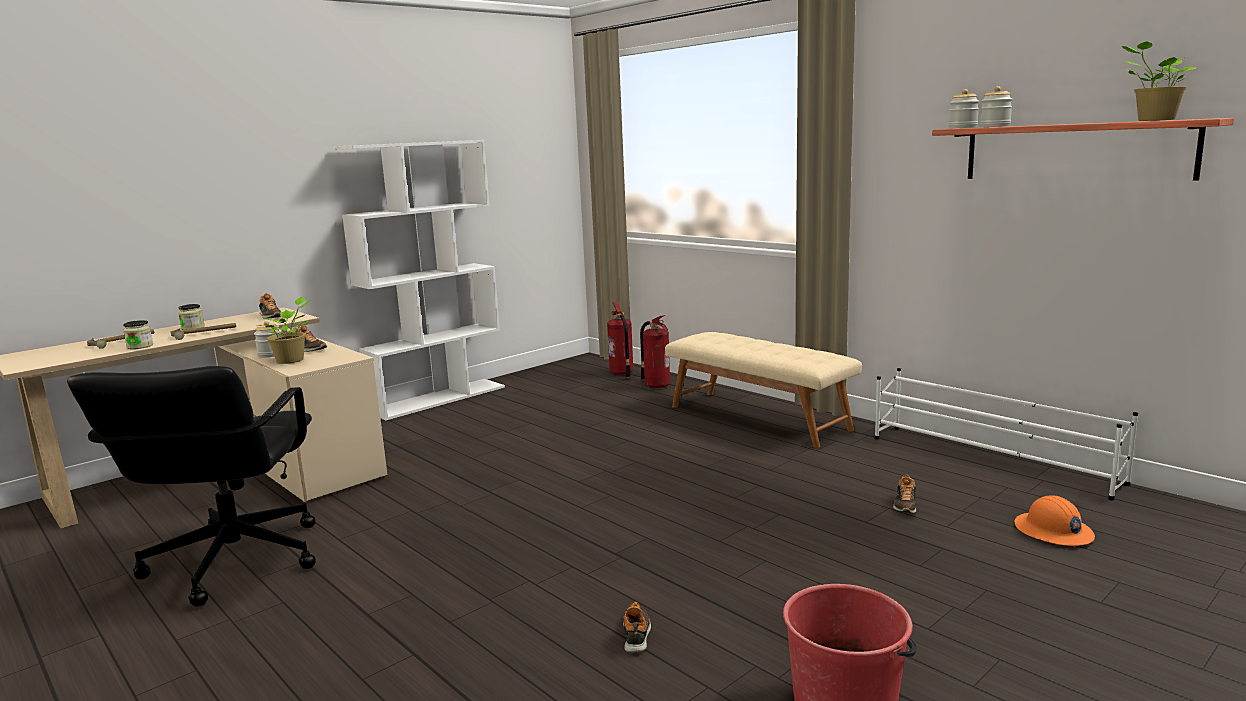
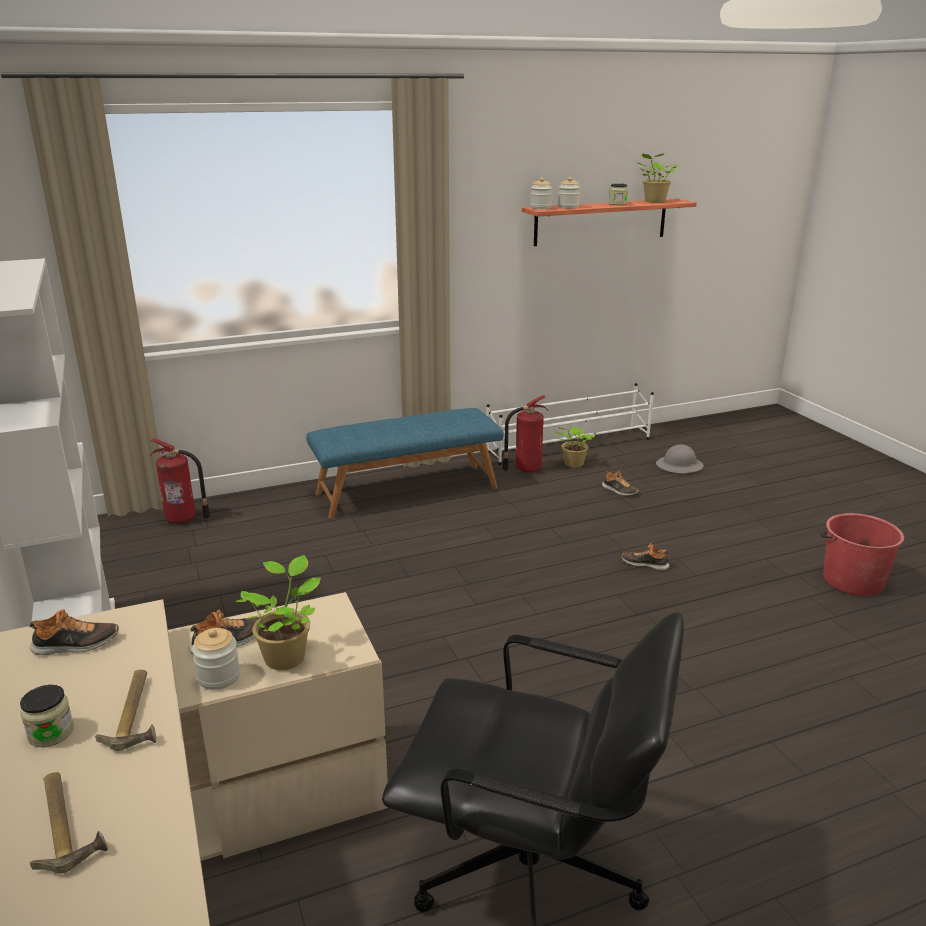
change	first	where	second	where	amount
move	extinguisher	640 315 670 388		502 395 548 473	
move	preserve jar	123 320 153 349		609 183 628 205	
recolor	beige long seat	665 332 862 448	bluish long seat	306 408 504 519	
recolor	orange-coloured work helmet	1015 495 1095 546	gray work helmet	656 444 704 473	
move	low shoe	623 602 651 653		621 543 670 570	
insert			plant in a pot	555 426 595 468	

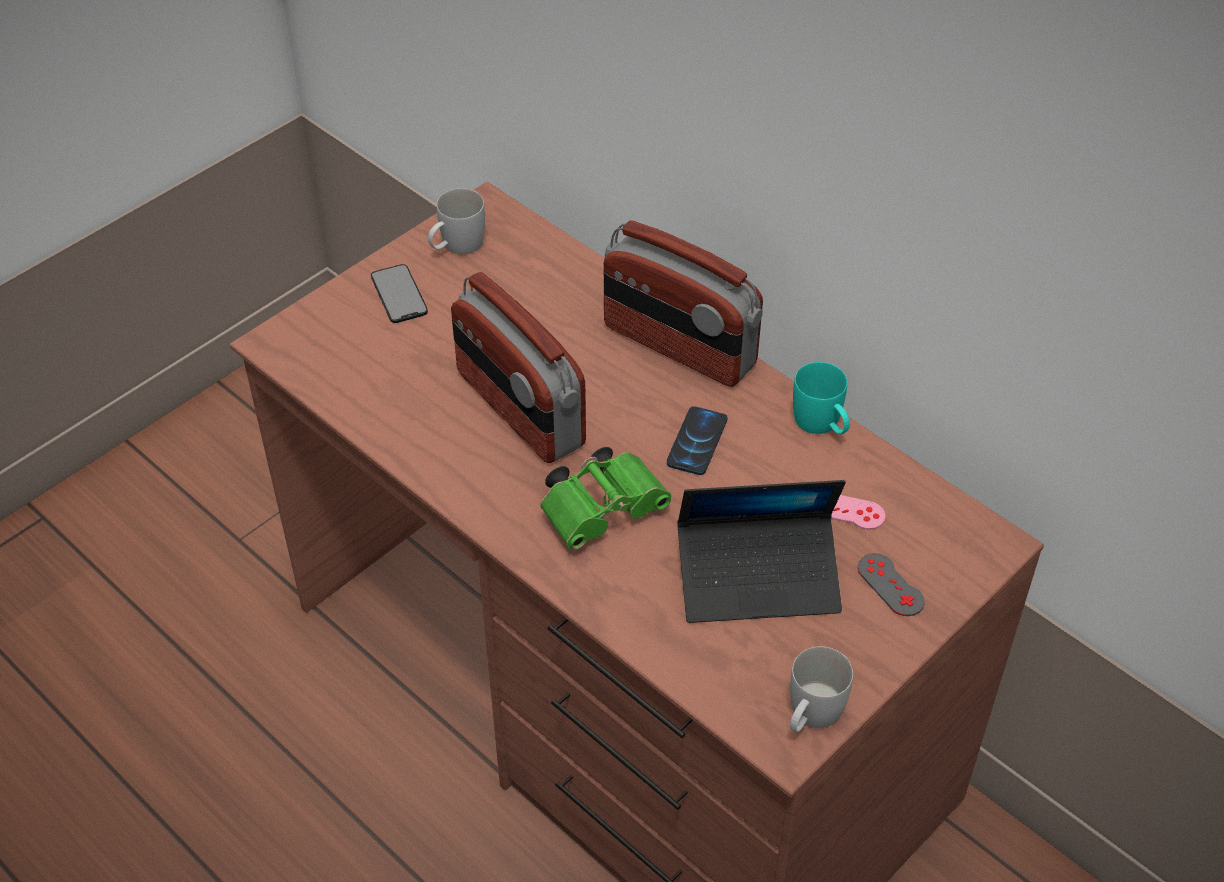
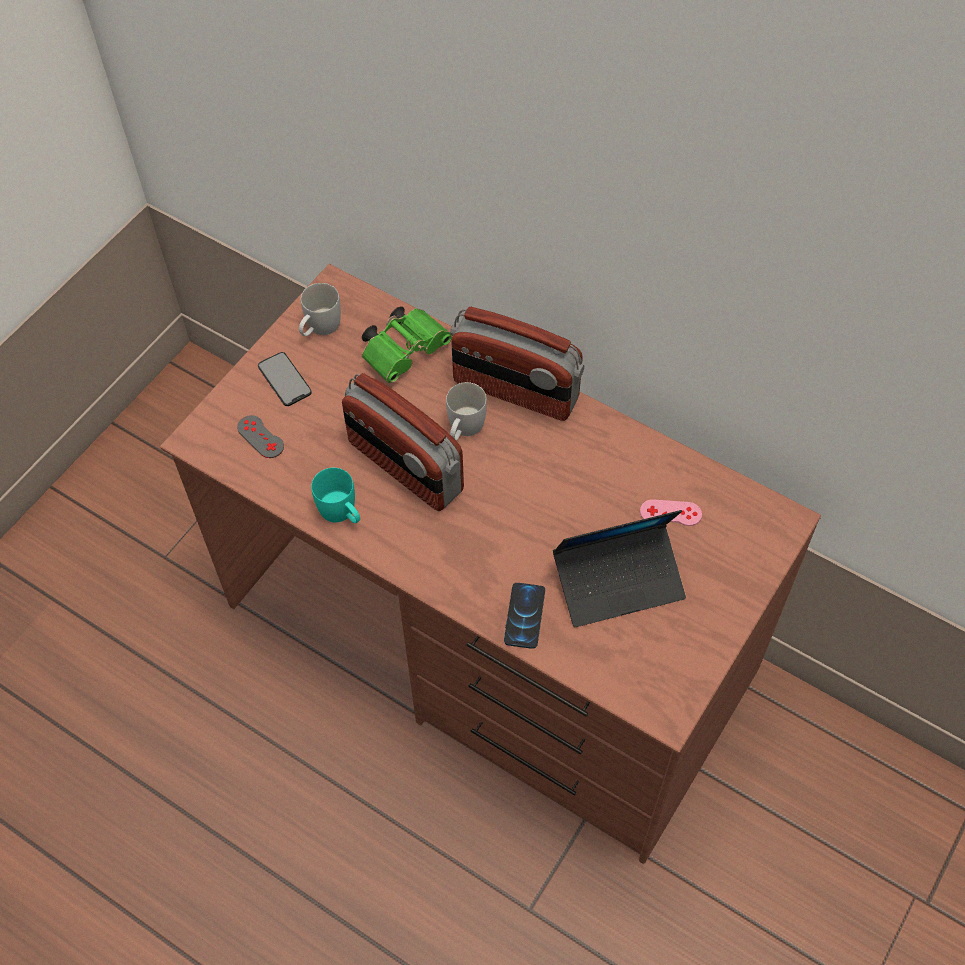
change	first	where	second	where	amount
move	blue-green tea mug	793 362 850 434		311 468 360 523	
move	telephone	667 406 728 475		504 583 545 649	
move	greenish binoculars	540 447 671 549		362 306 452 383	
move	gray gamepad	858 553 925 616		237 415 284 458	
move	whitish tea mug	790 647 853 732		446 382 487 441	

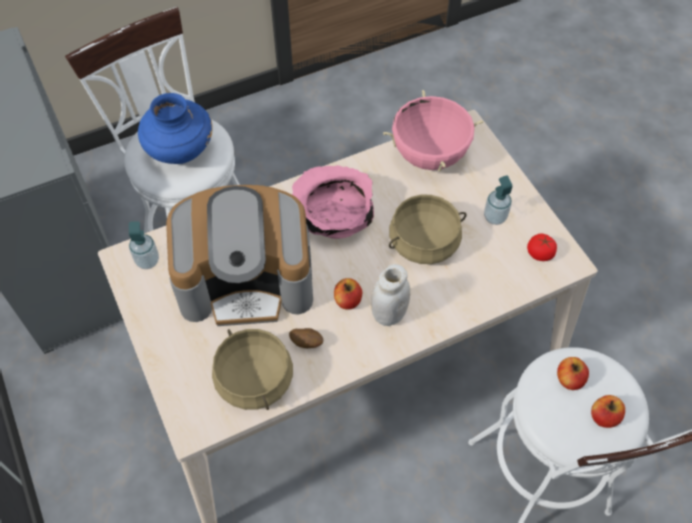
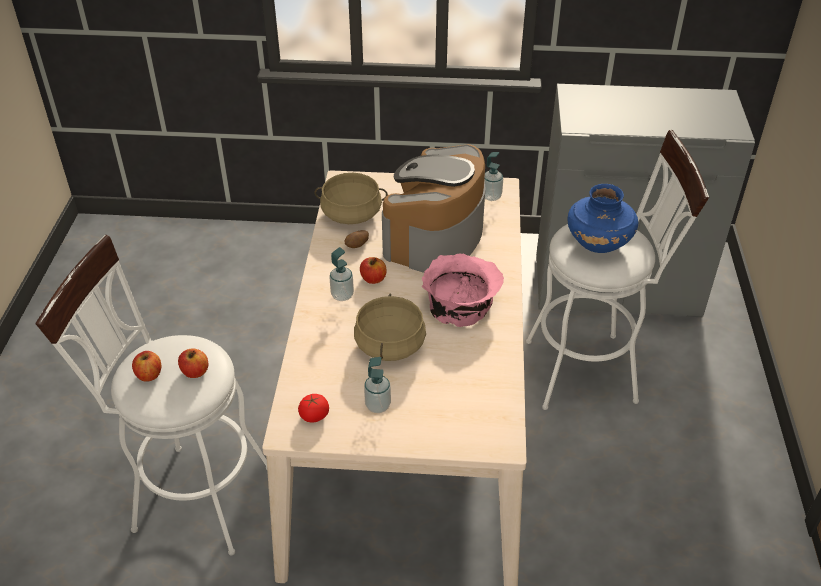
change	first	where	second	where	amount
delete	pinkish saucepot	383 90 483 172			
replace	whitish preserve jar	371 264 410 326	liquid soap bottle	330 247 354 301	

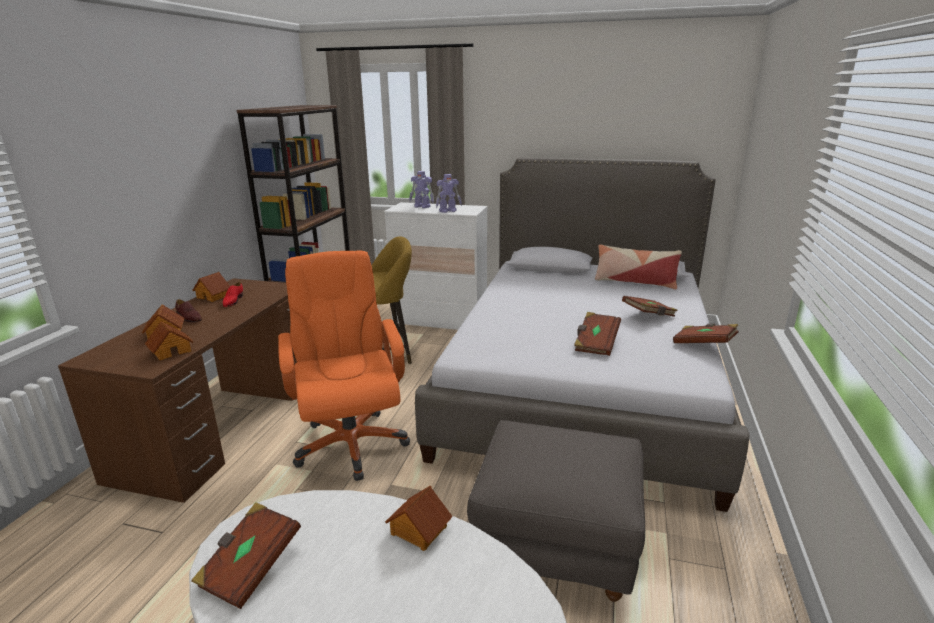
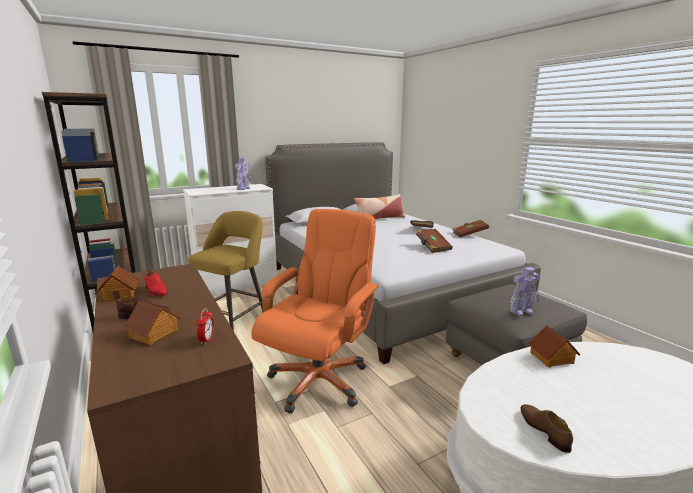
change	first	where	second	where	amount
move	robot figure	409 171 434 208		510 267 540 316	
rotate	orange-coloured office chair	278 251 410 481		251 209 379 413	90 degrees clockwise
replace	toy house	145 321 194 361	alarm clock	196 308 214 345	
replace	brown volume	191 502 301 609	brown low shoe	520 404 573 453	

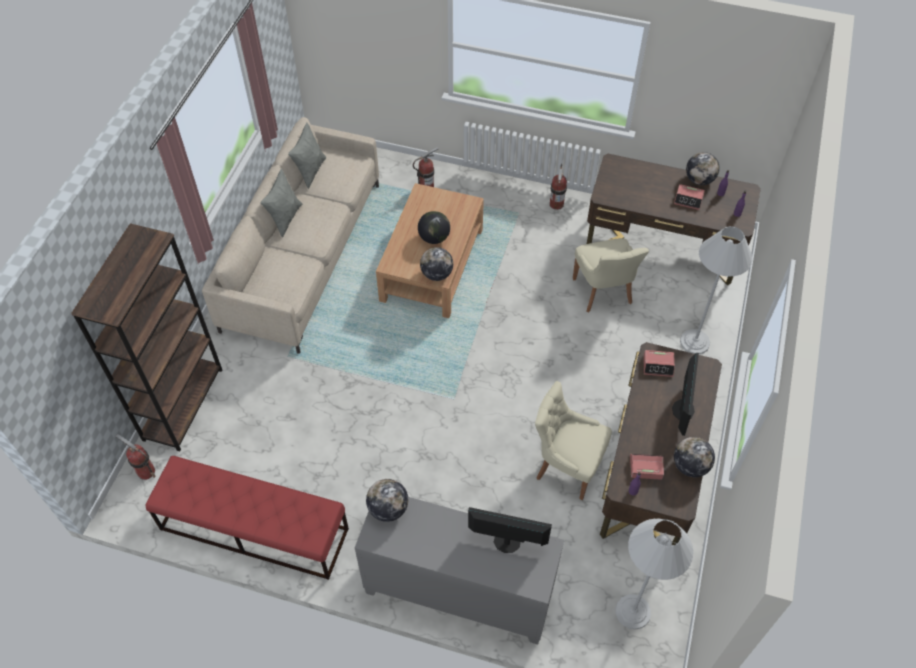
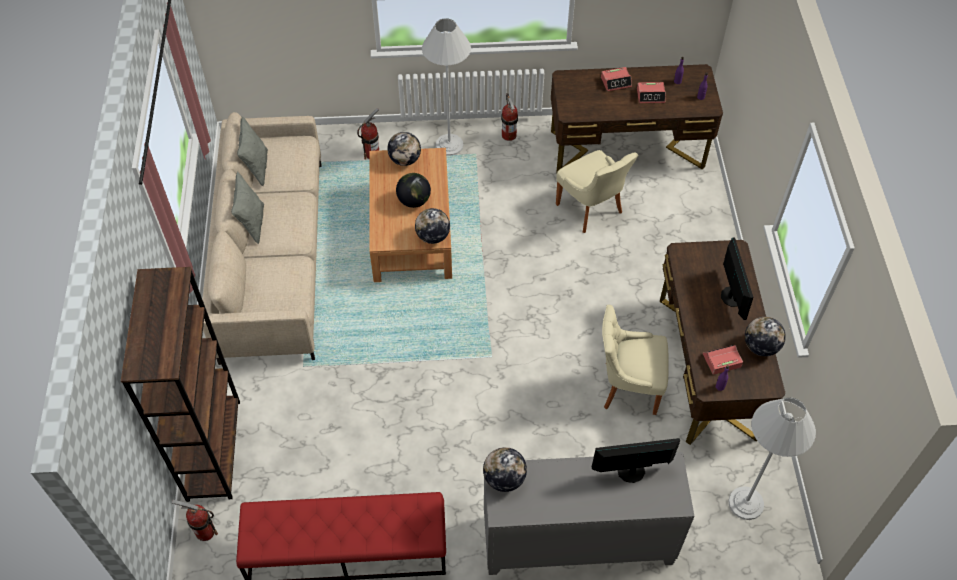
change	first	where	second	where	amount
move	world globe	686 152 720 185		387 132 421 166	
move	whitish standing lamp	680 226 752 354		422 18 471 156	
move	alarm clock	644 350 675 377		601 67 632 91	

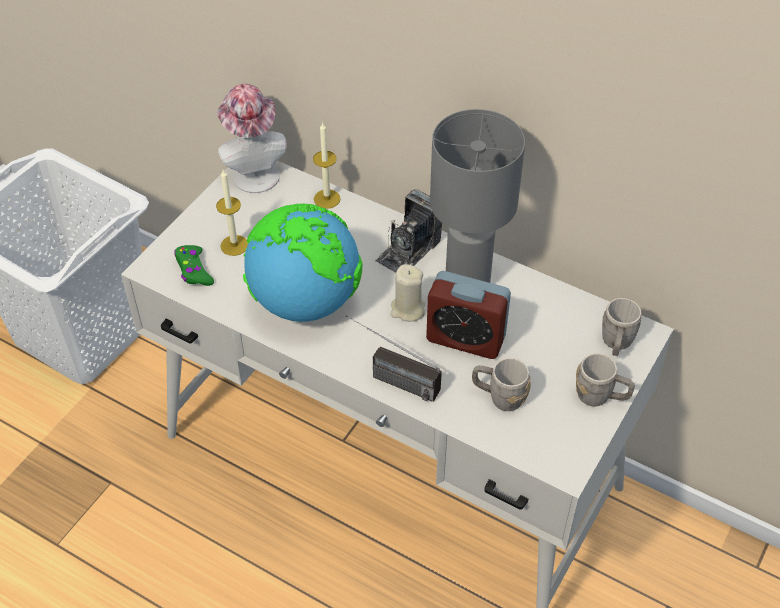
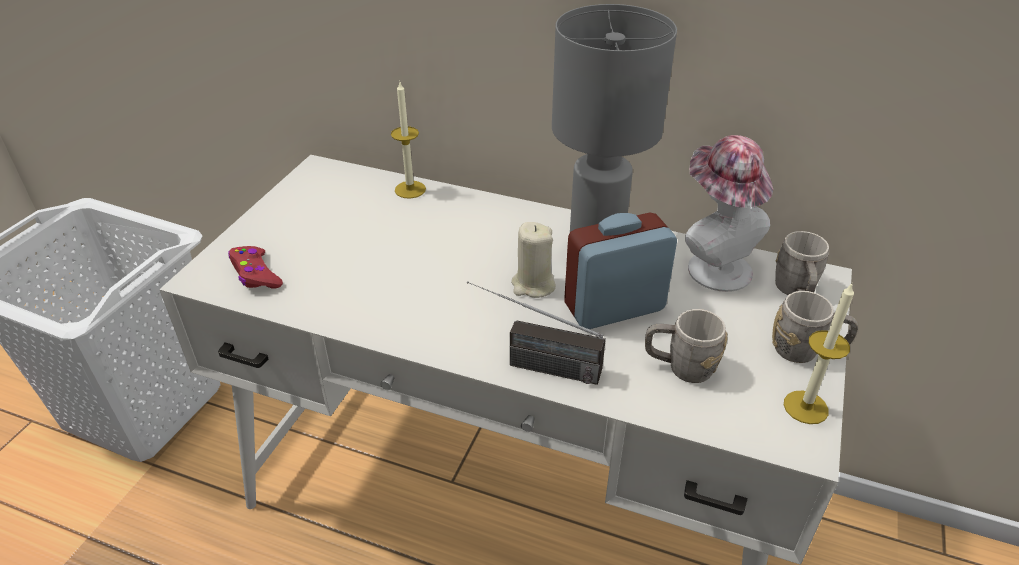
change	first	where	second	where	amount
move	hat	217 84 287 193		685 135 773 292	
move	wax candle	216 170 248 256		784 282 854 424	
delete	photo camera	375 189 442 273			
delete	world globe	243 204 363 322			
recolor	greenish gamepad	174 245 214 286	red-coloured gamepad	228 246 283 289	
rotate	alarm clock	426 271 511 359		564 213 677 329	150 degrees clockwise

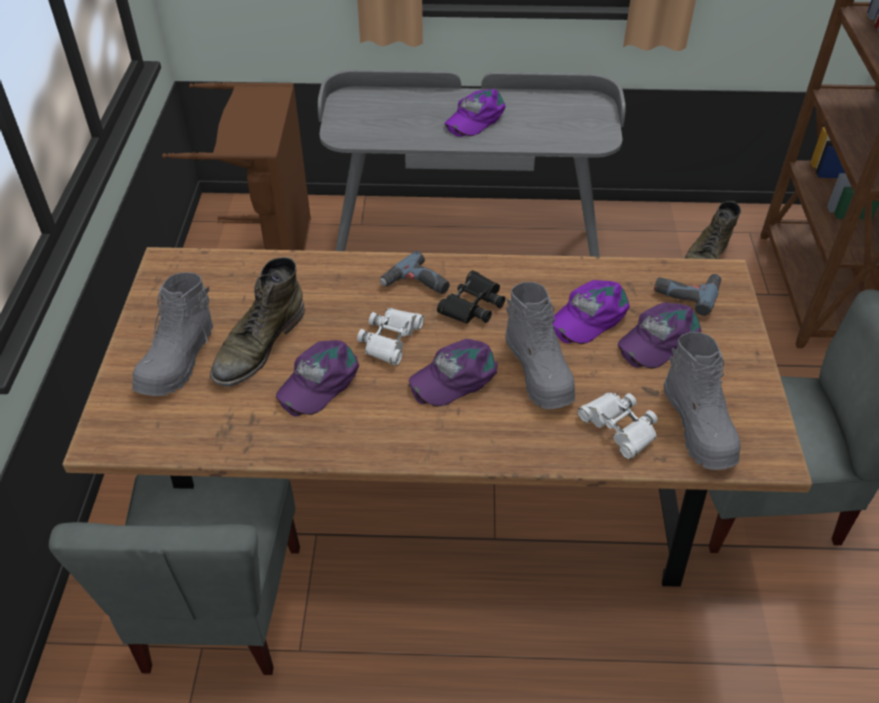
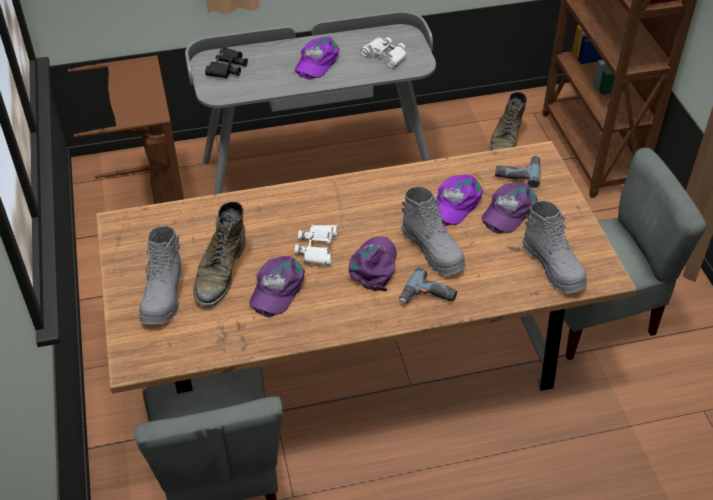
change	first	where	second	where	amount
move	power drill	380 251 450 294		399 267 457 304	
move	black-coloured binoculars	437 270 505 324		205 47 248 78	
rotate	purple-coloured cap	409 339 498 407		349 236 397 291	150 degrees clockwise
move	whitish binoculars	578 393 658 460		361 37 407 68	

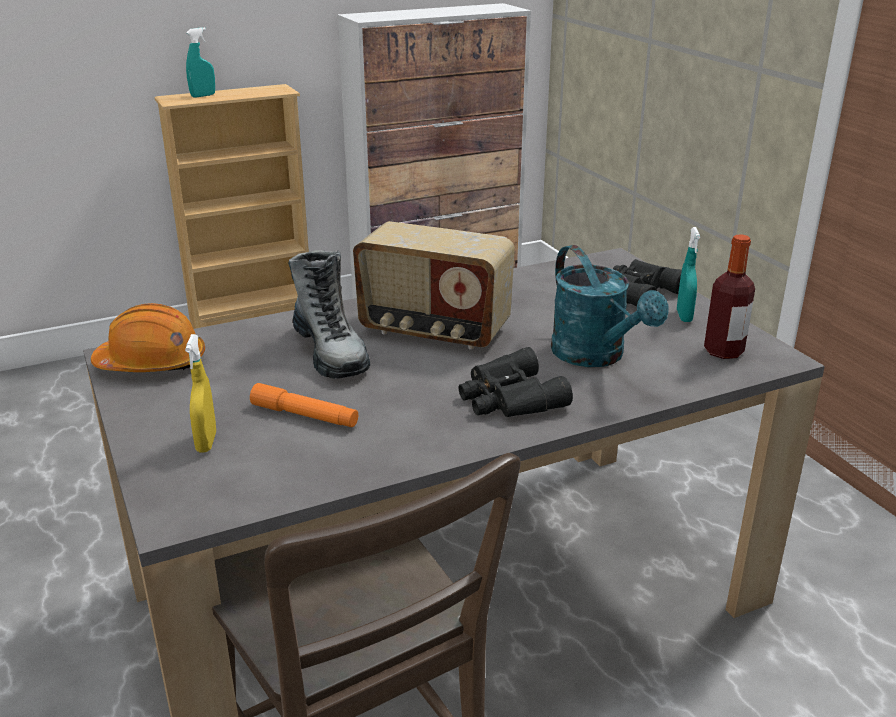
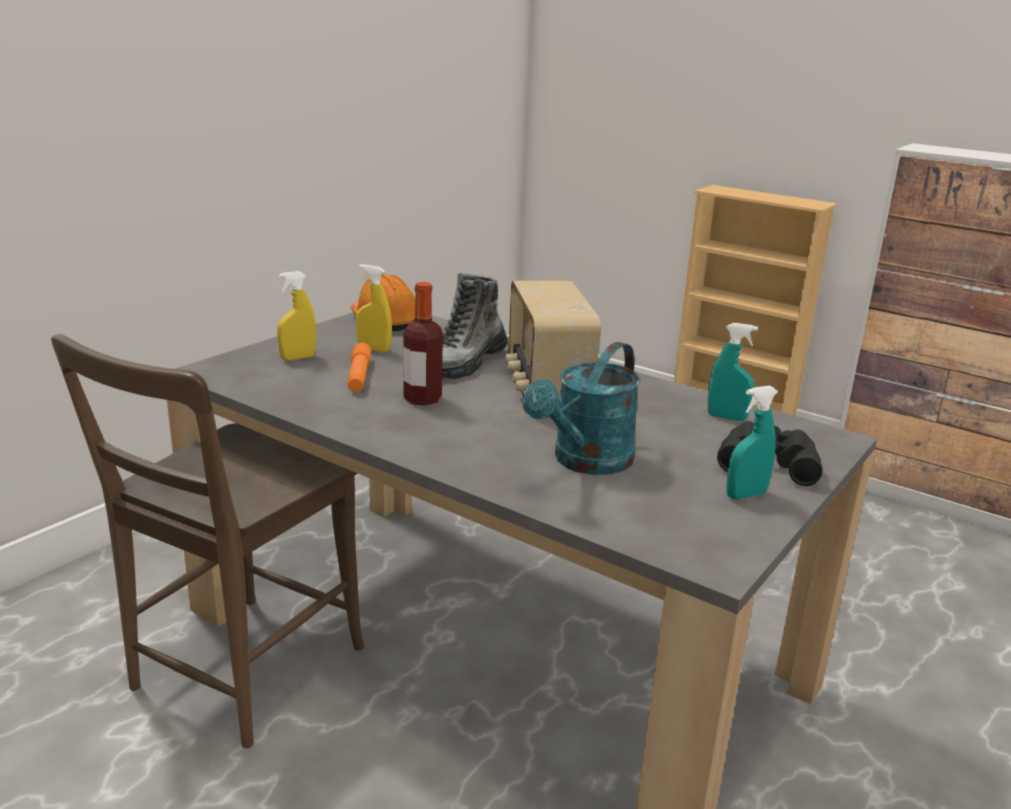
change	first	where	second	where	amount
move	blue-green sprayer	186 27 215 98		708 323 758 421	
move	bottle	704 234 755 359		403 282 443 405	
delete	black-coloured binoculars	458 347 573 417			
insert			yellow-coloured sprayer	356 264 392 352	

